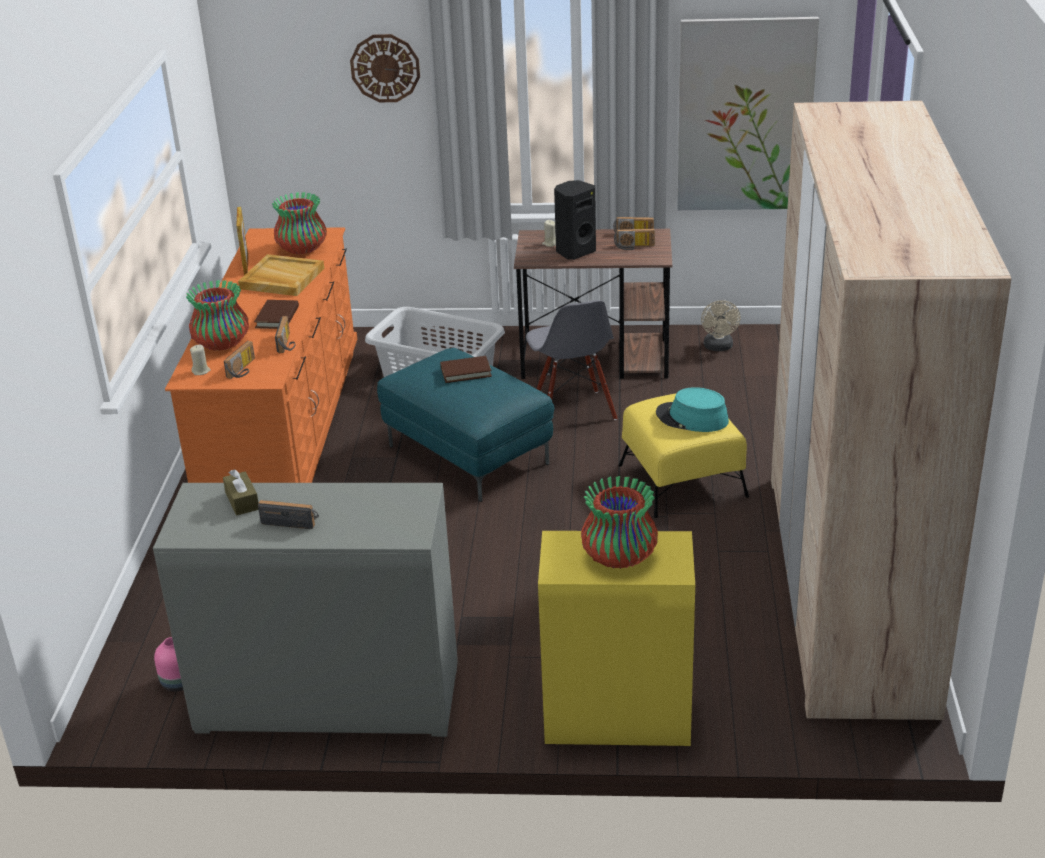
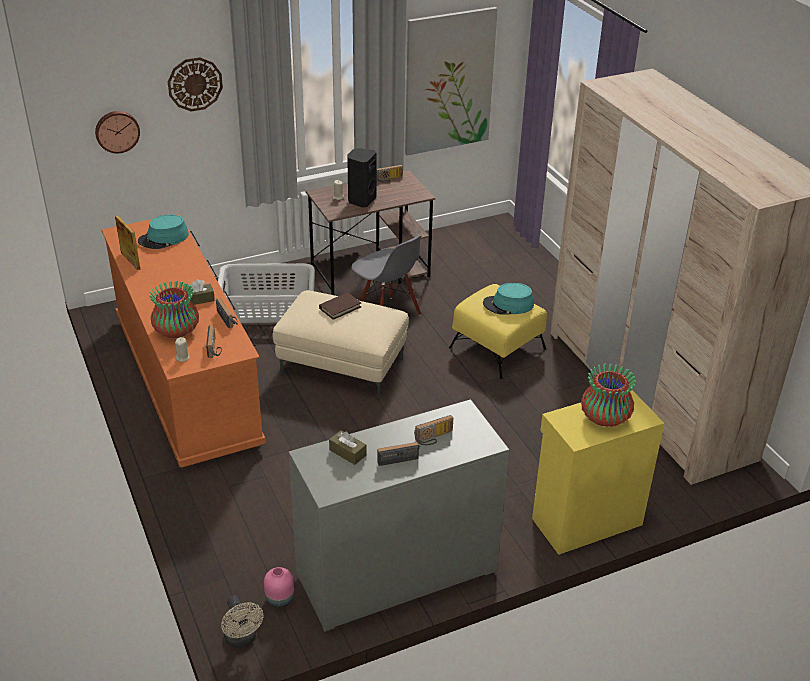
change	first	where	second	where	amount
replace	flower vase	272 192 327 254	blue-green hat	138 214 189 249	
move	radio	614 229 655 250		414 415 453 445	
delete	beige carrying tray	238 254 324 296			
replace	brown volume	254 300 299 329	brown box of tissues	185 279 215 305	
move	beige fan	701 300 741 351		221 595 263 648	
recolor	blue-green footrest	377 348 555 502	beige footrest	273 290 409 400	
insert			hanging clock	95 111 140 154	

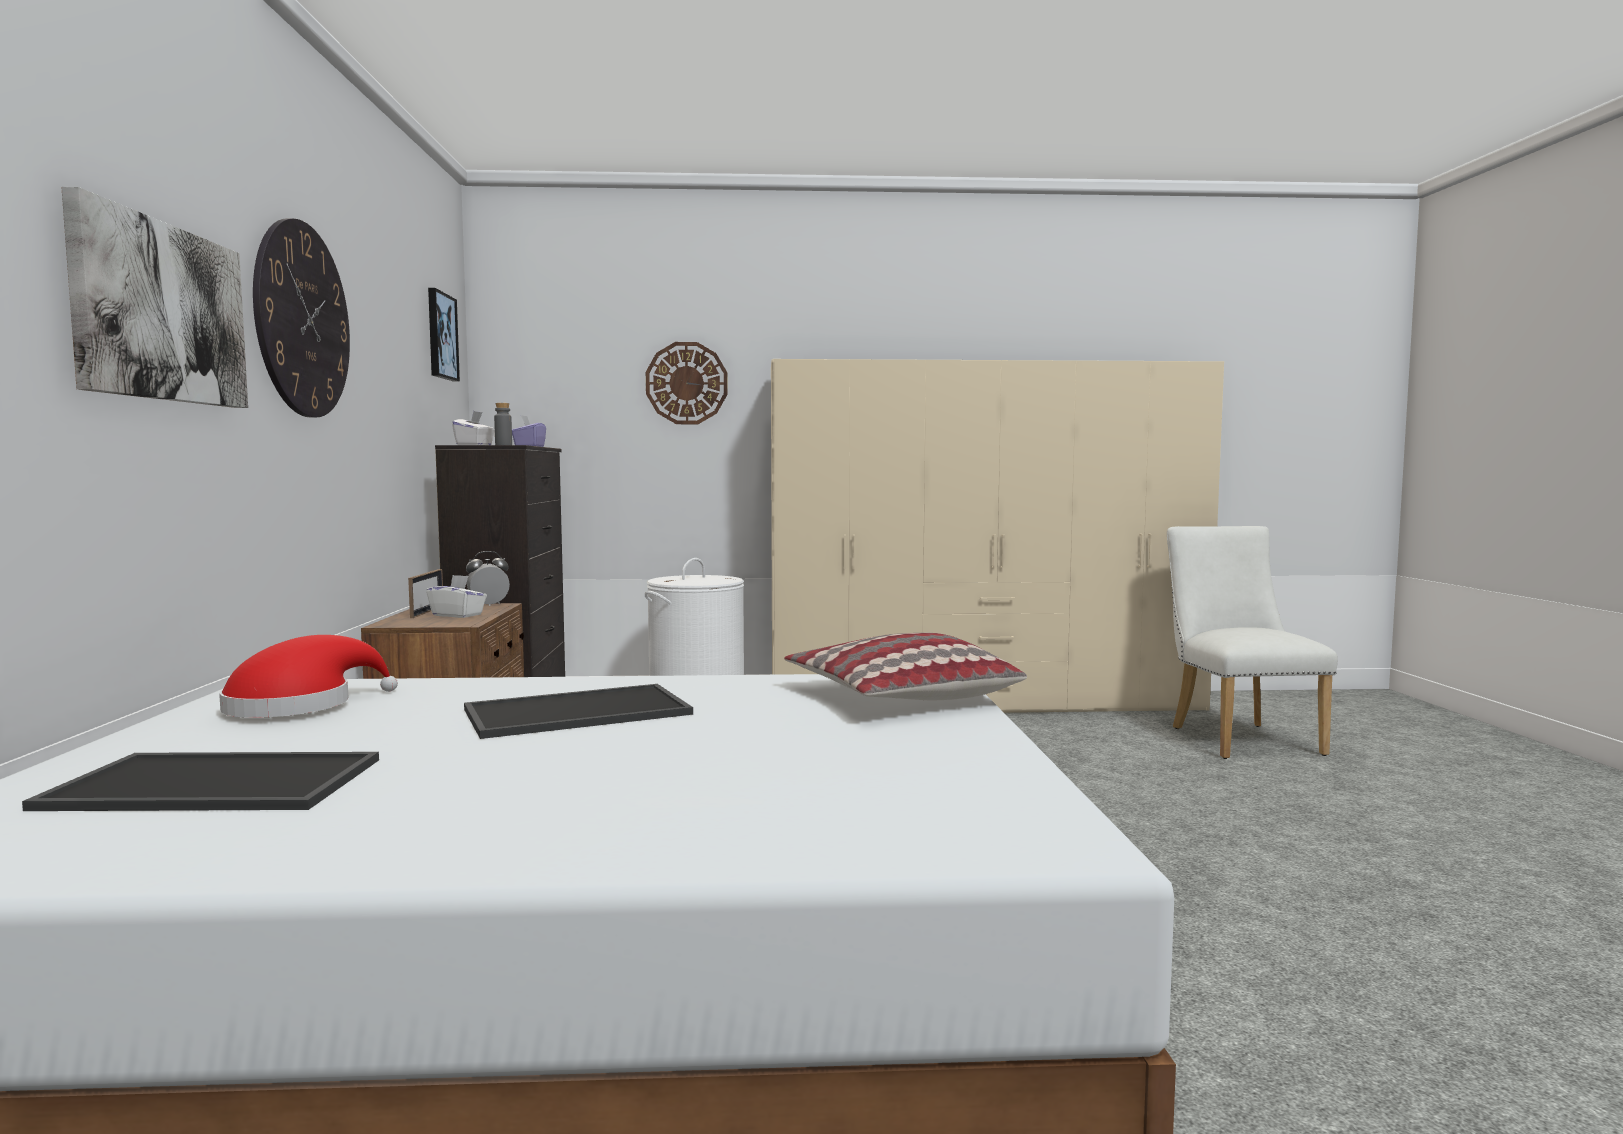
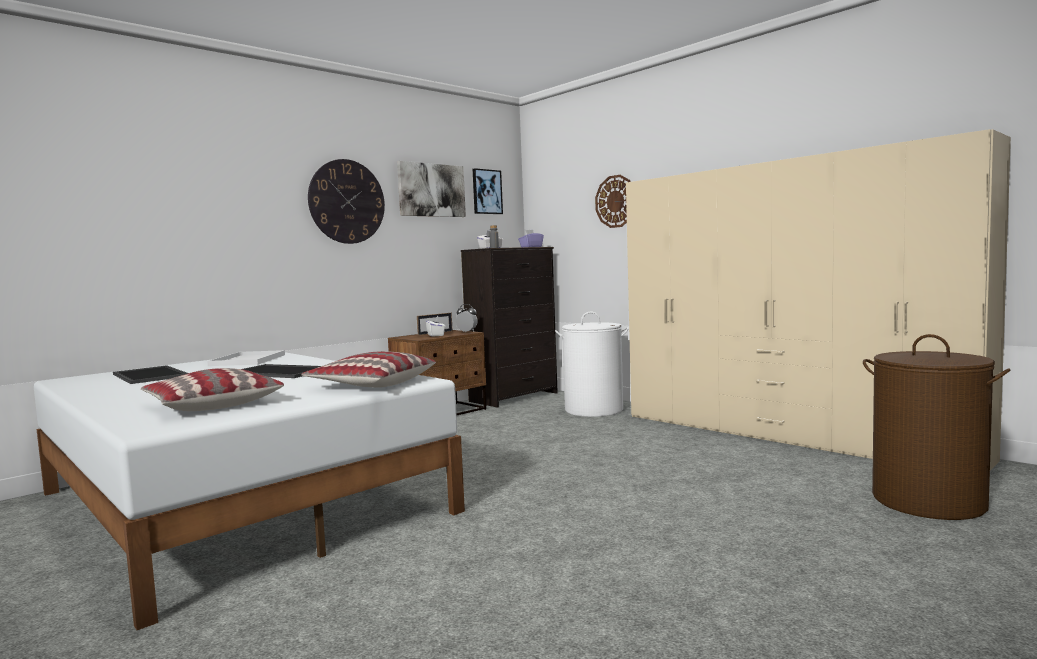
change	first	where	second	where	amount
move	picture	61 187 248 408		397 161 466 217	
replace	whitish chair	1167 526 1338 759	brown hamper	863 334 1010 520	
replace	red-coloured hat	219 635 398 718	whitish carrying tray	207 350 285 366	
insert			pillow	141 368 284 411	

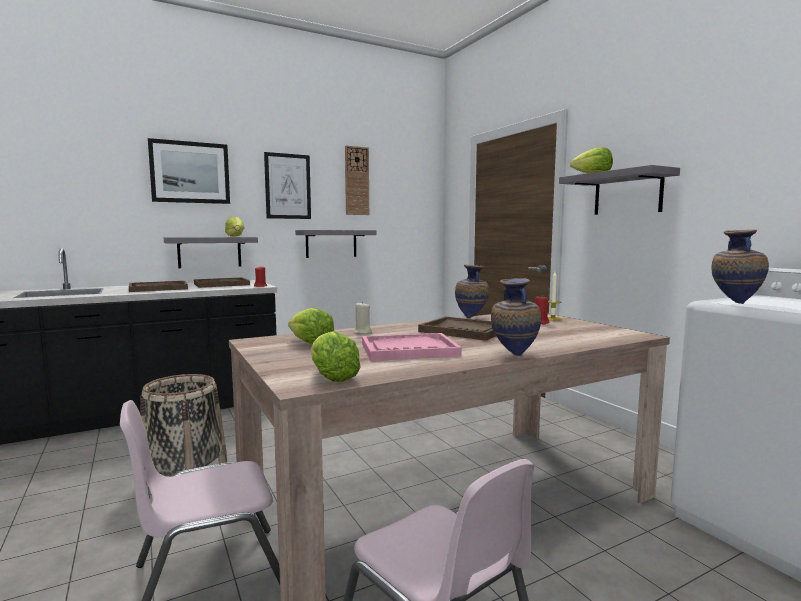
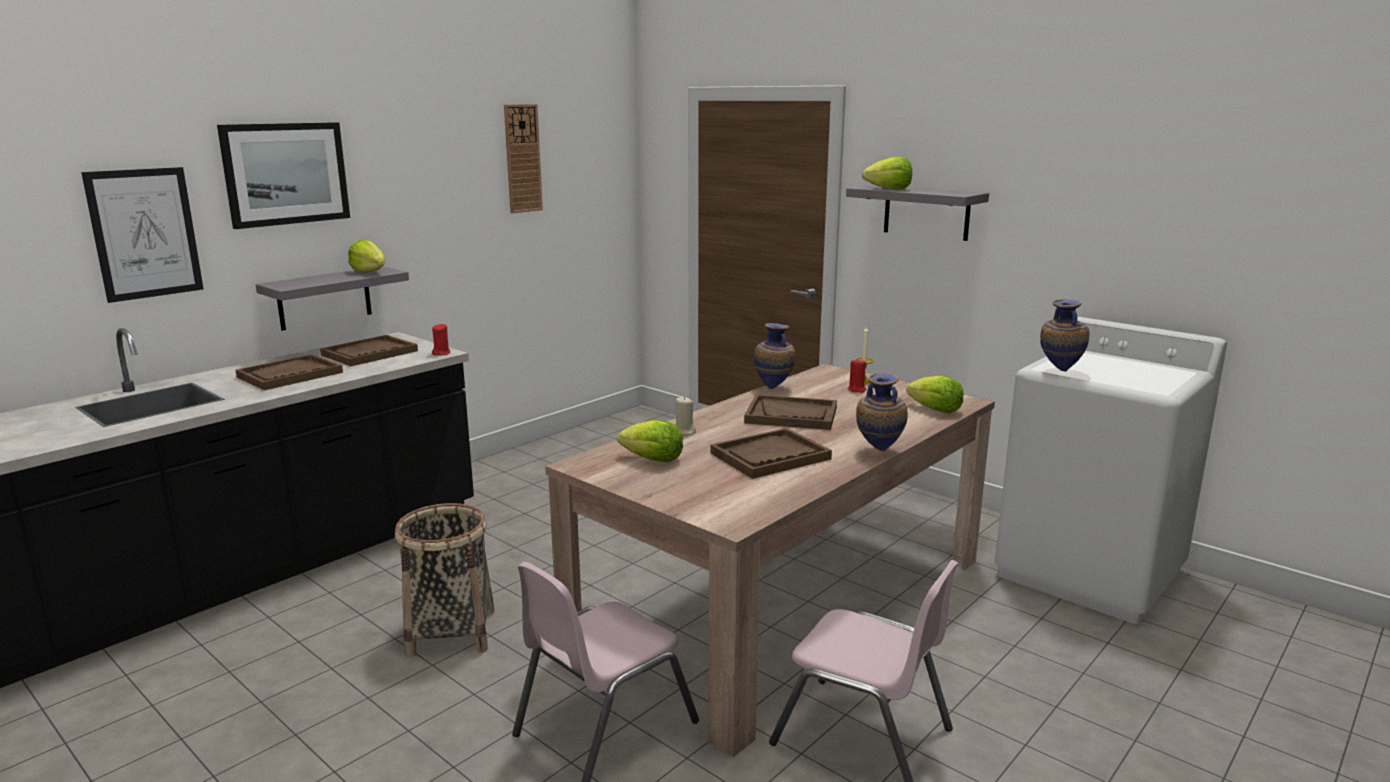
change	first	where	second	where	amount
move	picture	264 152 311 219		81 167 203 303	
delete	gray bracket shelf	295 230 376 258			
move	head of lettuce	311 331 361 382		906 375 964 413	
recolor	pinkish carrying tray	362 333 462 361	brown carrying tray	710 428 832 479	

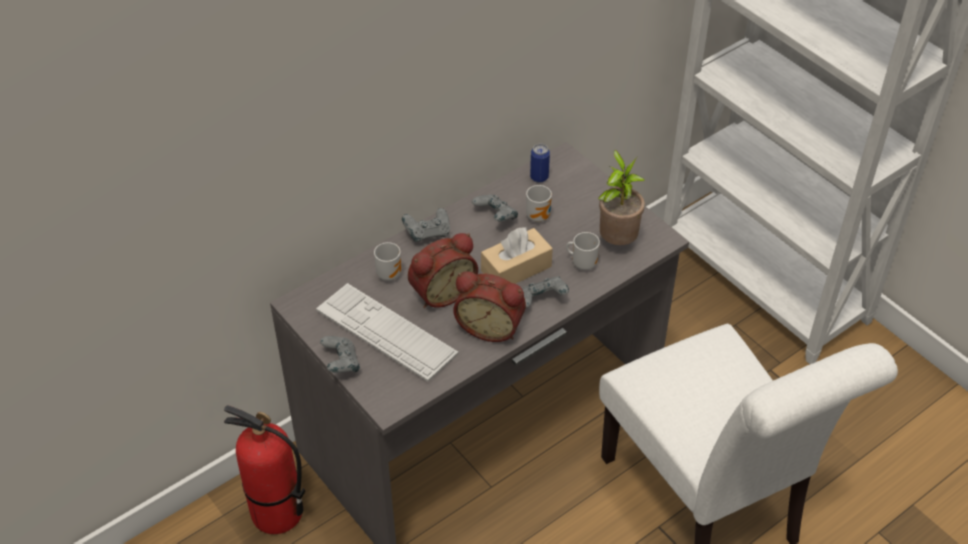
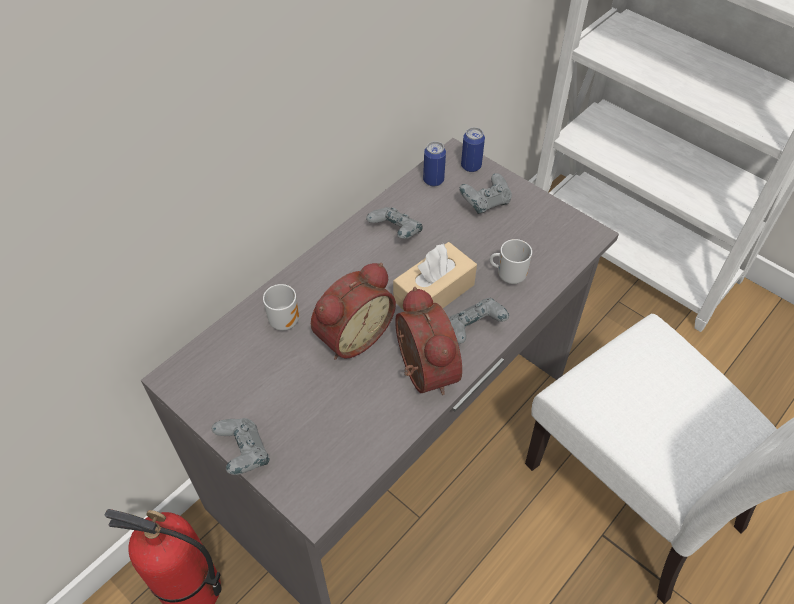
change	first	where	second	where	amount
delete	plant in a pot	598 150 645 245			
delete	tea mug	526 185 552 222			
move	gray gamepad	402 208 450 242		459 173 512 214	
rotate	alarm clock	453 271 526 342		395 287 462 395	120 degrees counterclockwise
delete	computer keyboard	316 283 459 382			
insert			metal can	461 127 485 172	

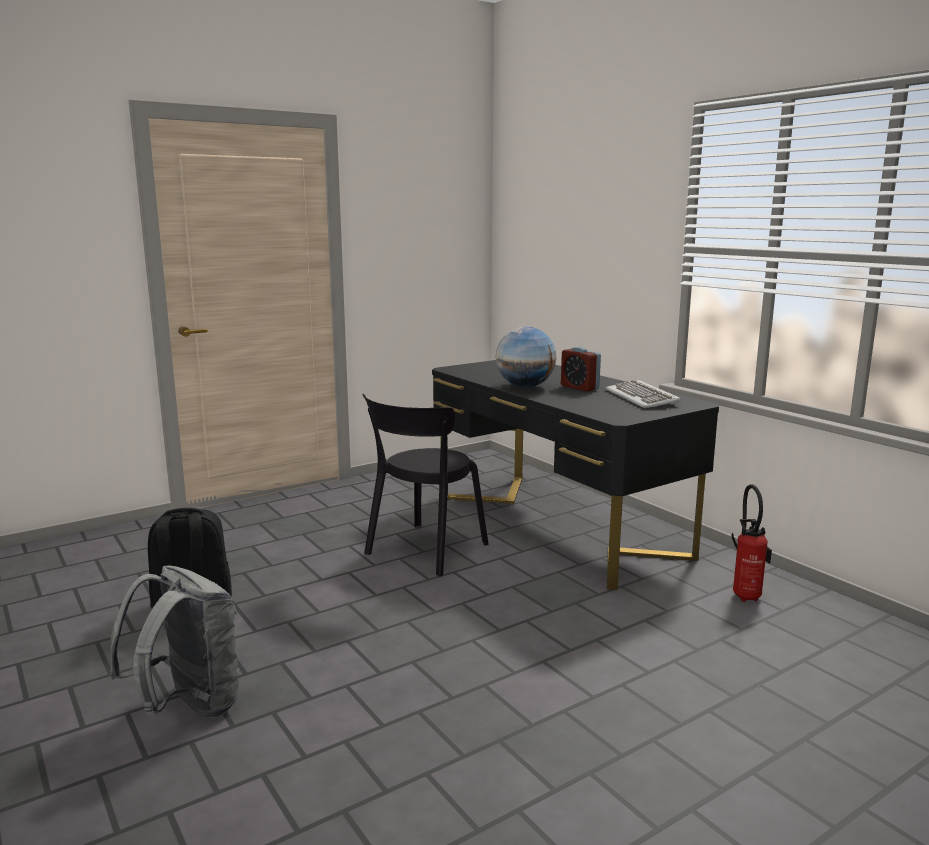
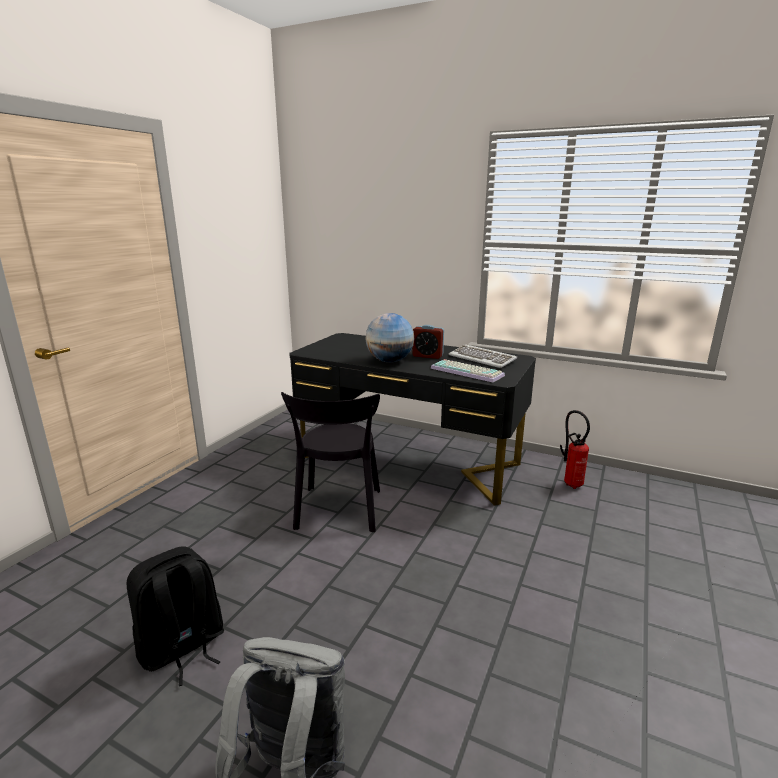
change	first	where	second	where	amount
insert			computer keyboard	431 359 505 382	

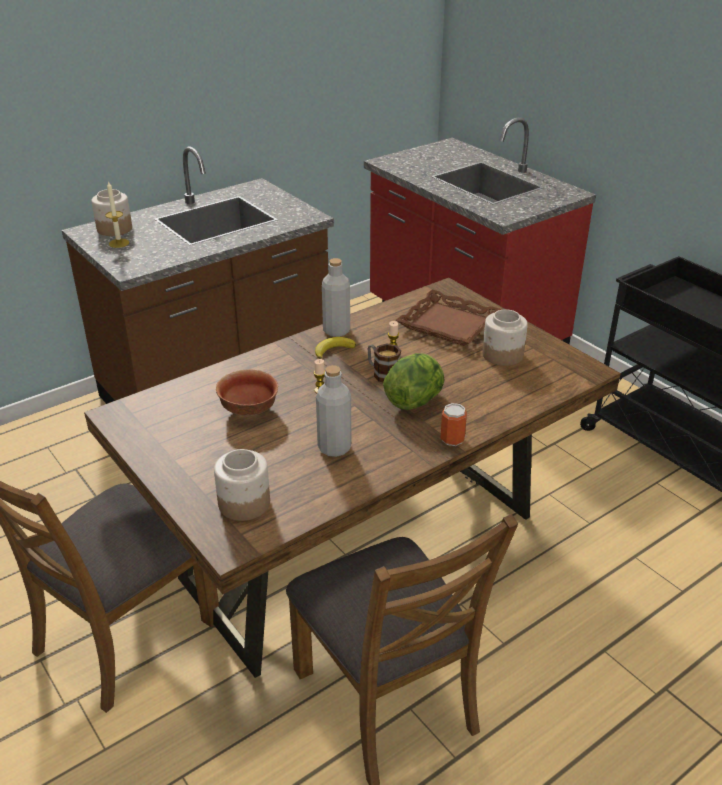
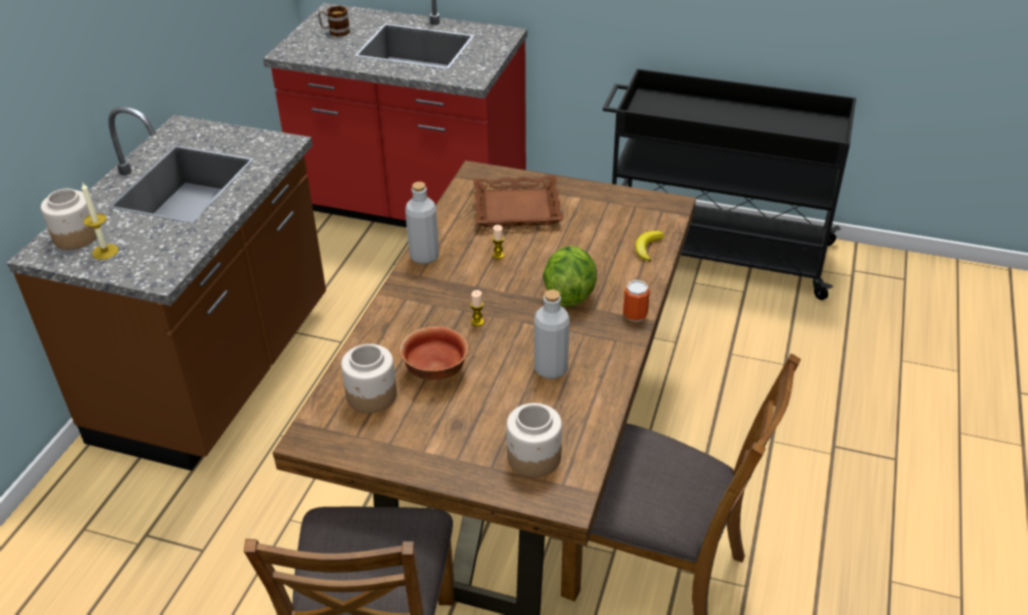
change	first	where	second	where	amount
move	preserve jar	482 309 528 366		341 344 397 413	
move	banana fruit	315 337 356 359		635 231 665 262	
move	tea mug	368 344 401 382		318 6 350 37	

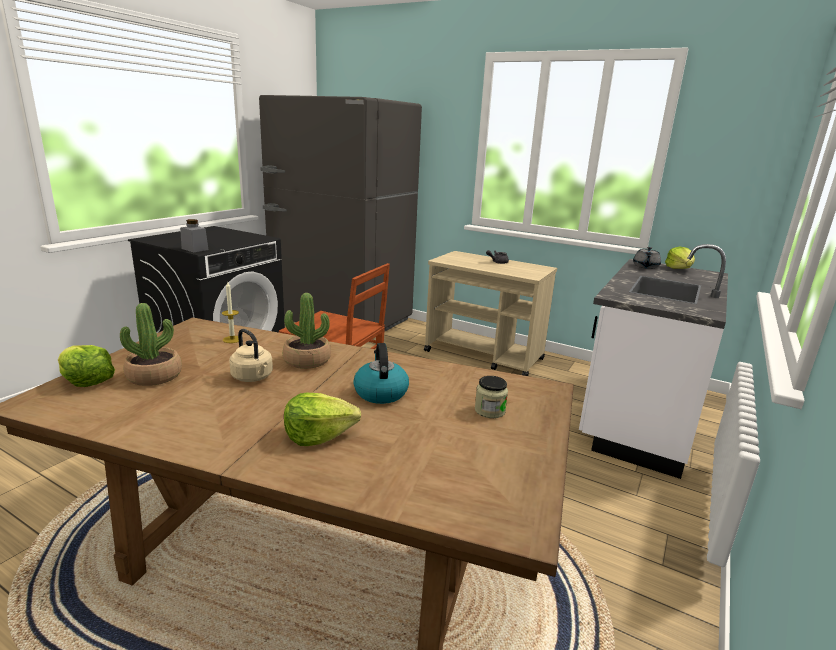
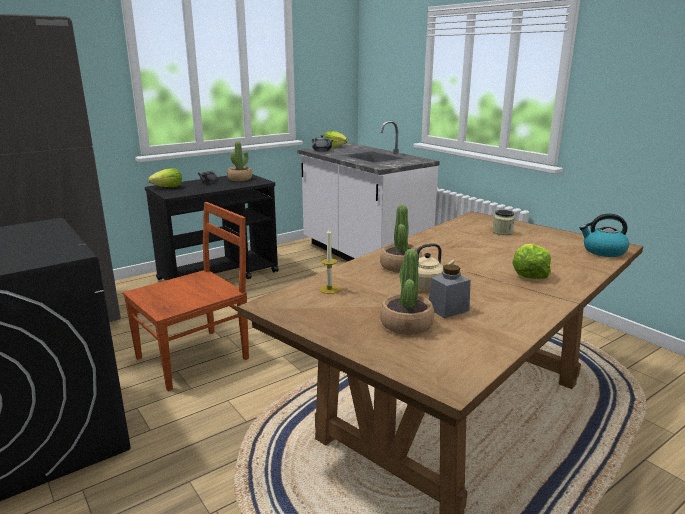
change	first	where	second	where	amount
move	gray preserve jar	180 219 209 252		429 264 471 318	
recolor	beige trolley	424 251 557 376	black-coloured trolley	145 174 279 281	
move	water kettle	353 343 409 404		579 214 629 257	
move	head of lettuce	58 345 115 387		148 168 182 187	
insert			plant in a pot	227 141 252 181	

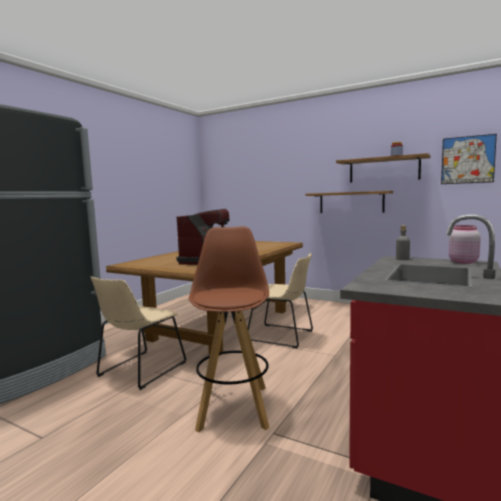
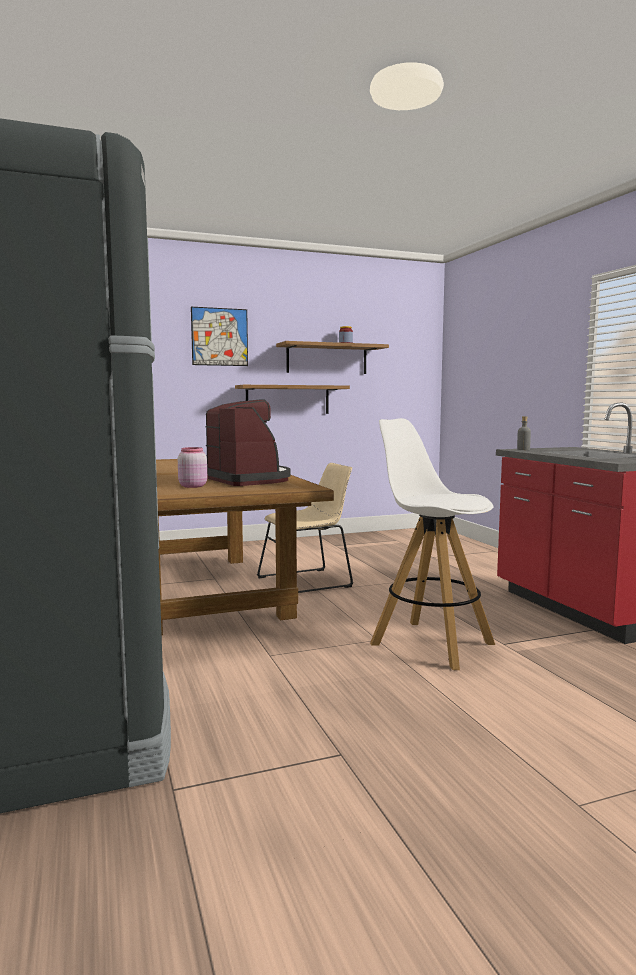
change	first	where	second	where	amount
move	picture	441 134 497 184		191 307 248 366	
move	pinkish preserve jar	449 225 481 264		178 447 207 488	
recolor	brown stool	189 226 270 432	whitish stool	370 418 495 670	
delete	beige chair	91 276 187 390			

